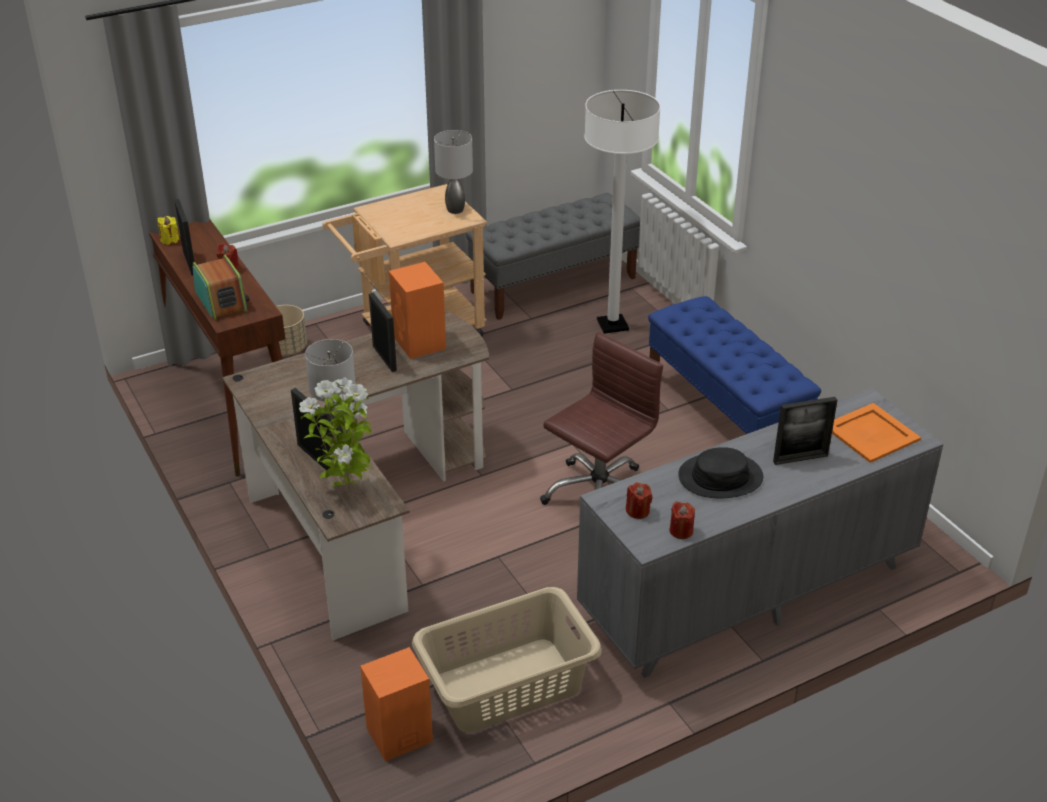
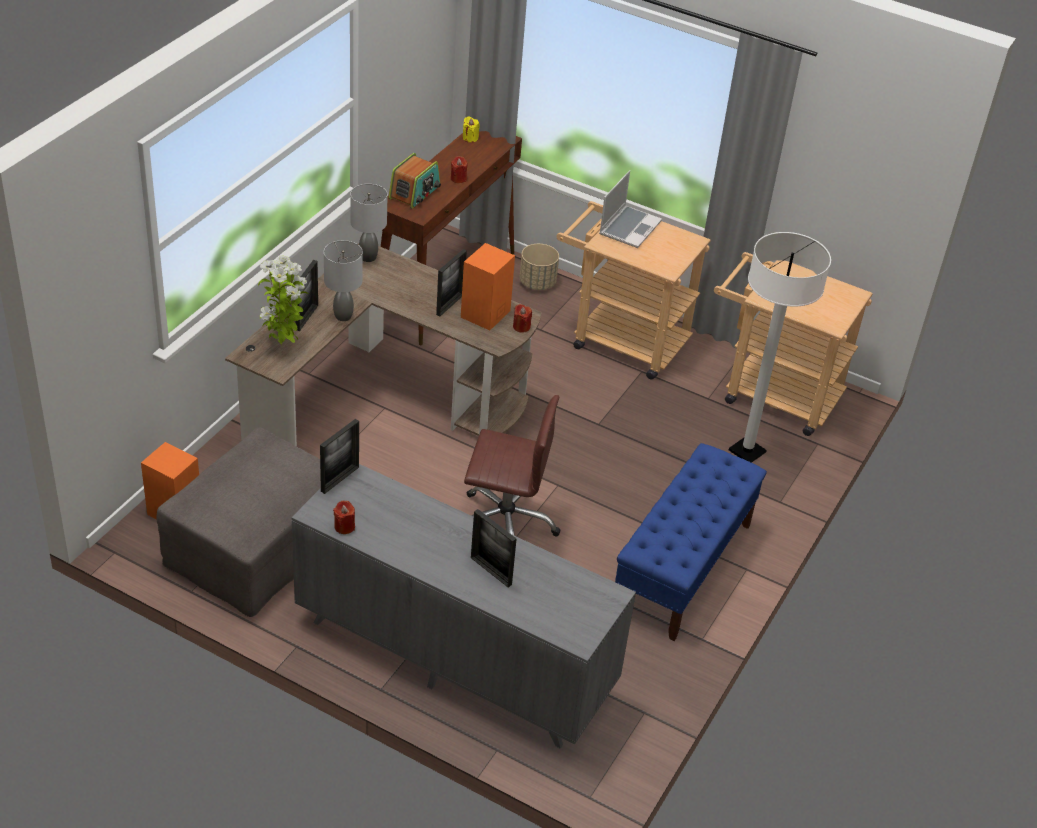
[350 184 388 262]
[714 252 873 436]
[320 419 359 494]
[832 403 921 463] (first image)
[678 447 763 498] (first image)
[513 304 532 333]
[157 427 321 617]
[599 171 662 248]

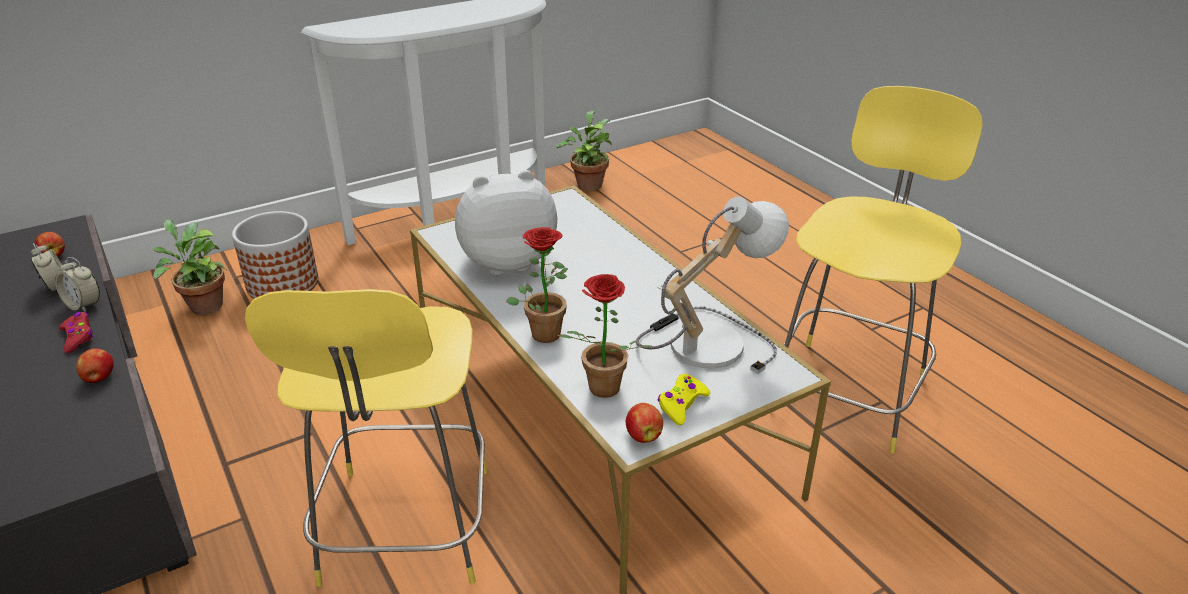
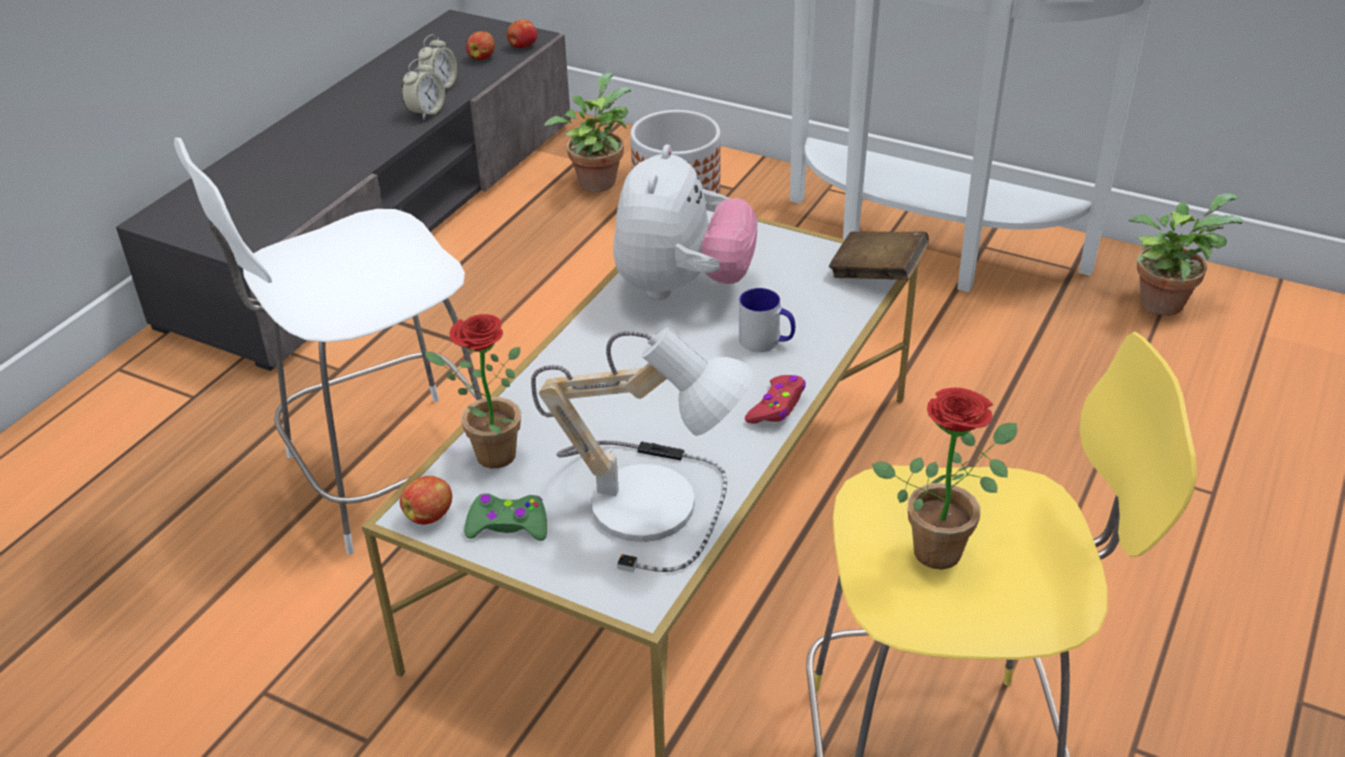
[613 144 758 300]
[872 388 1017 569]
[401 58 445 120]
[174 138 482 555]
[745 375 806 424]
[507 19 538 48]
[464 494 547 541]
[829 231 929 280]
[739 288 795 352]

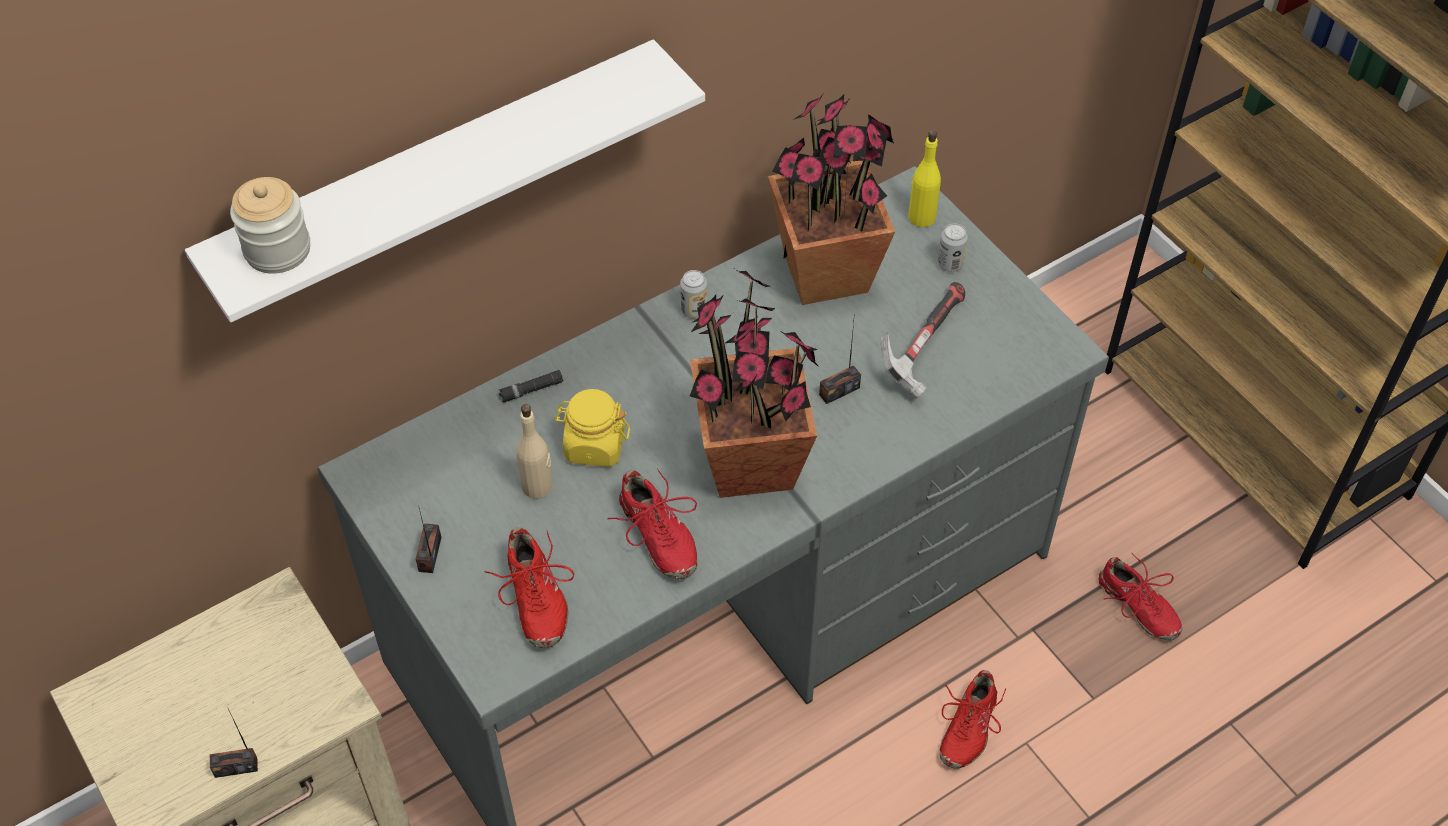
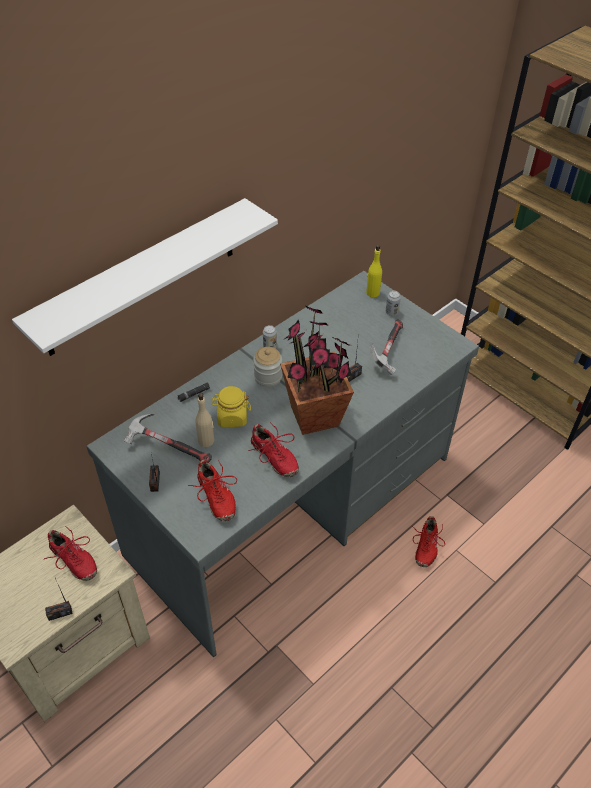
[768 94 895 305] (first image)
[253 347 282 387]
[44 527 97 581]
[124 414 212 462]

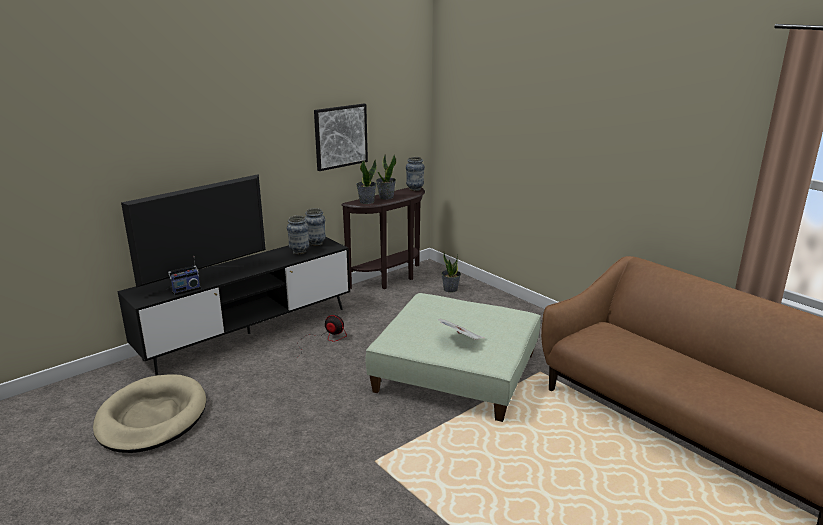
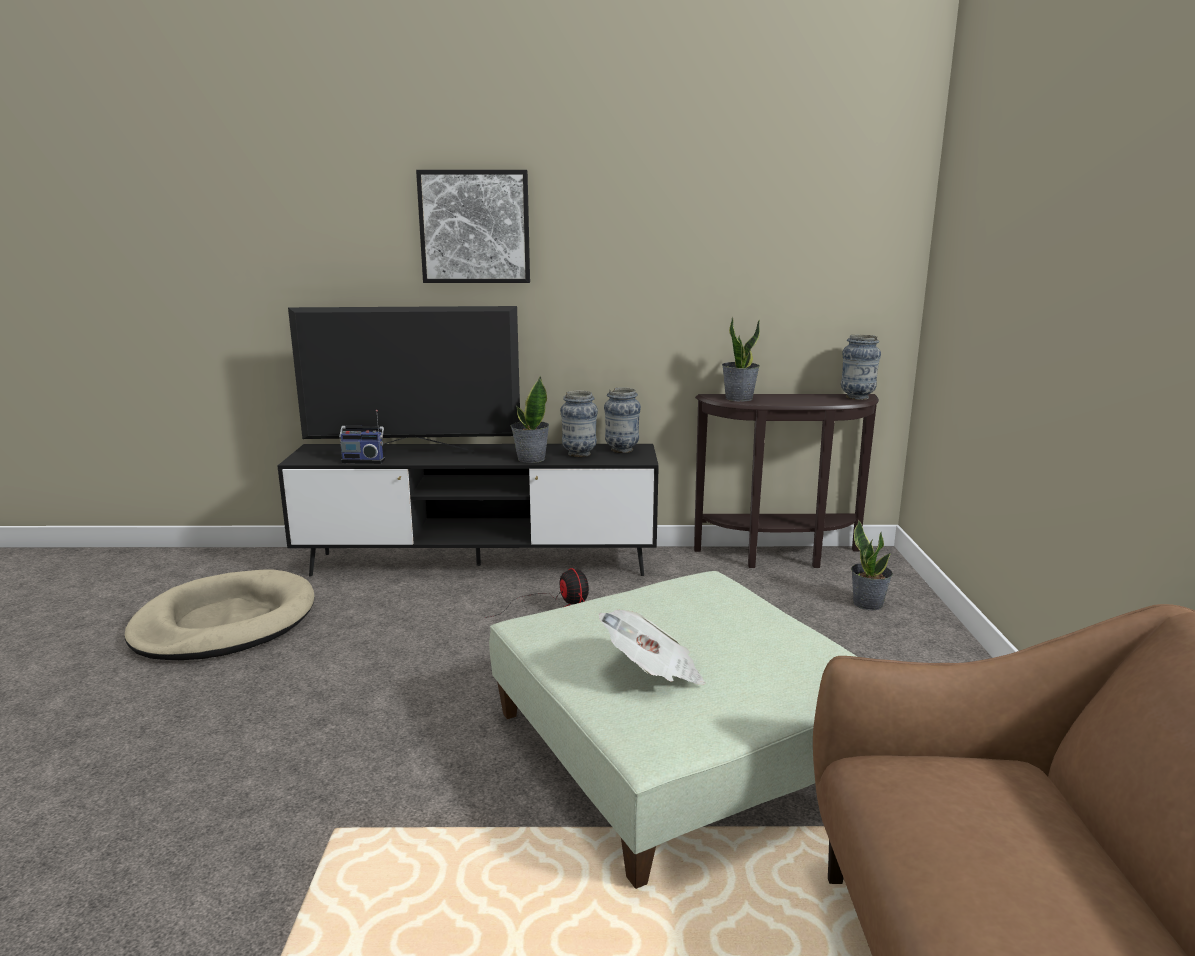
[416 170 530 283]
[511 375 550 463]

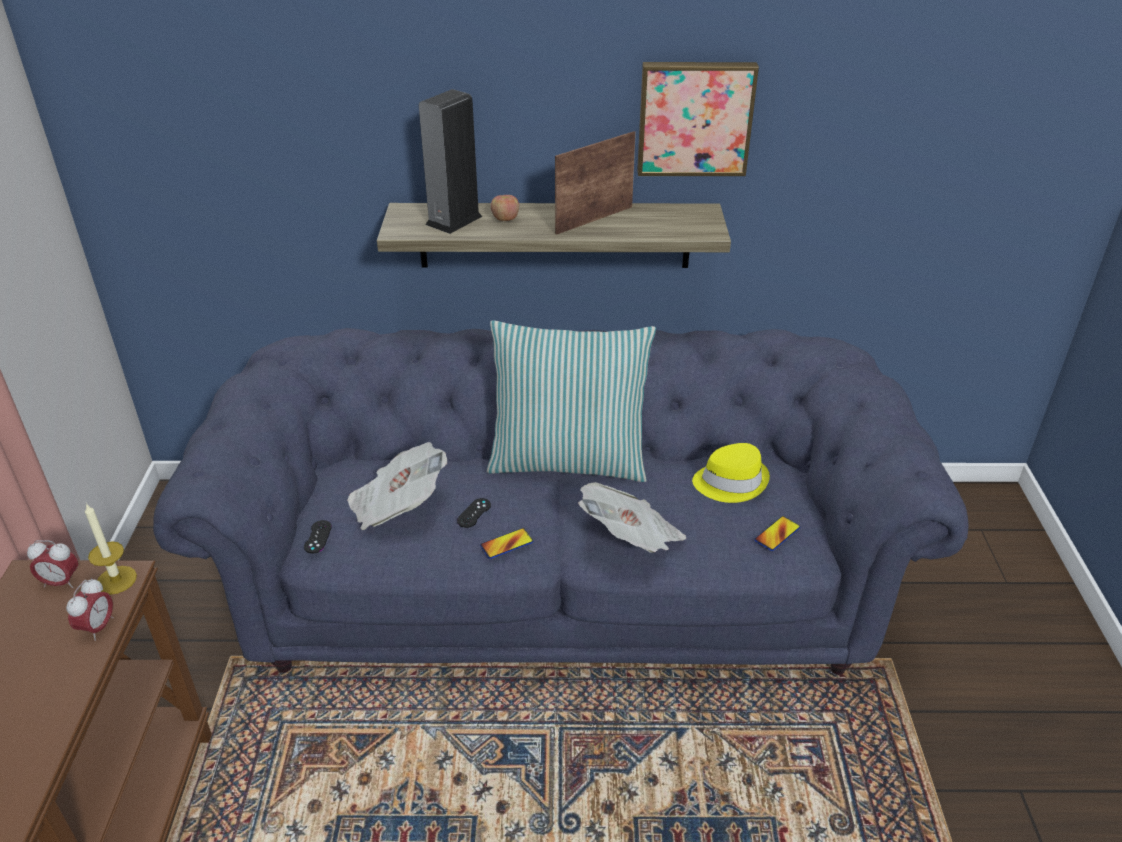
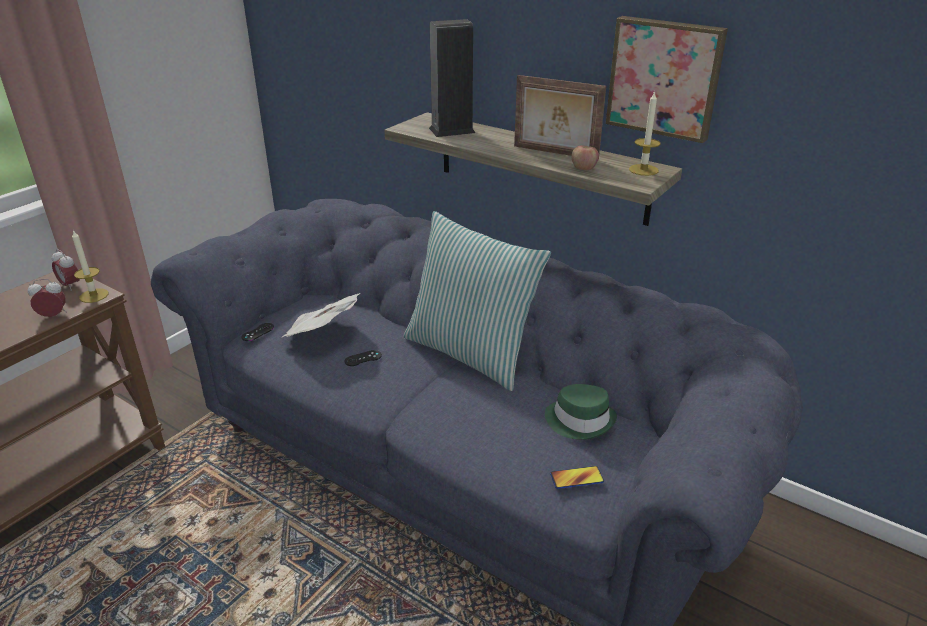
[514 75 606 160]
[571 145 599 170]
[545 384 617 440]
[578 482 686 553] (first image)
[480 528 533 559] (first image)
[28 279 67 317]
[629 91 660 176]

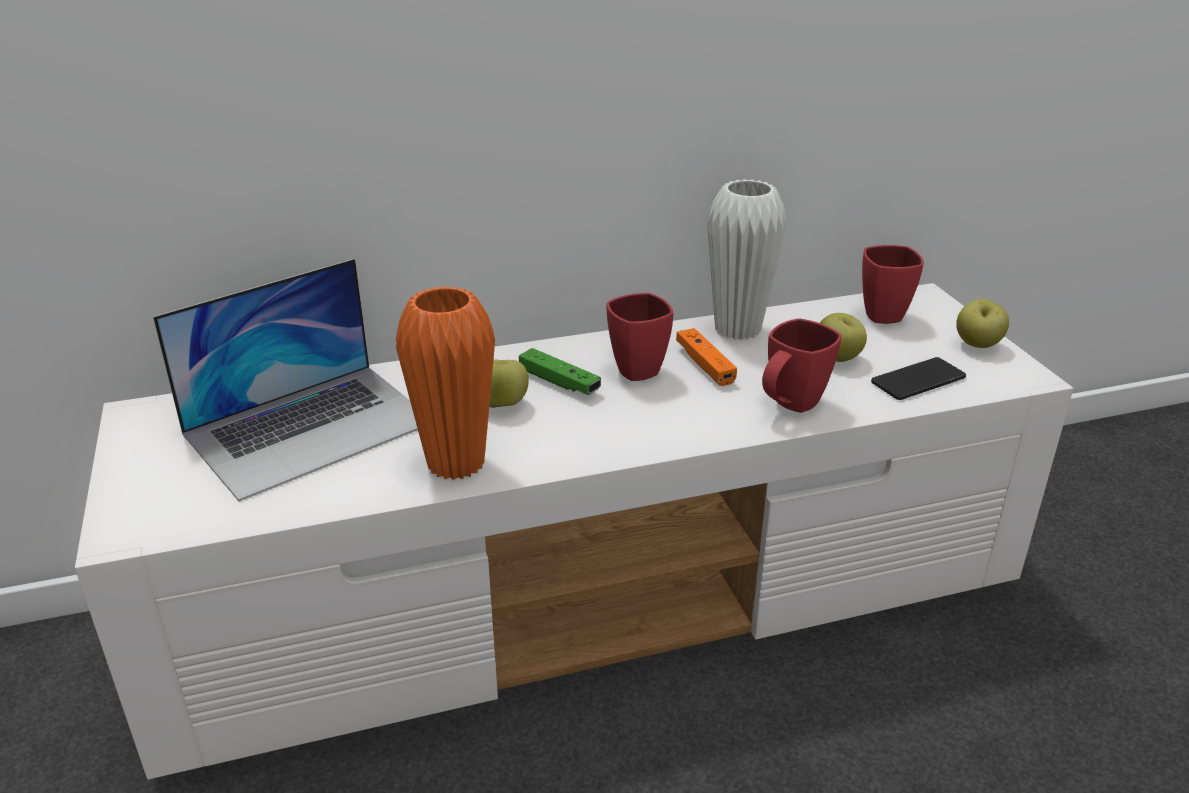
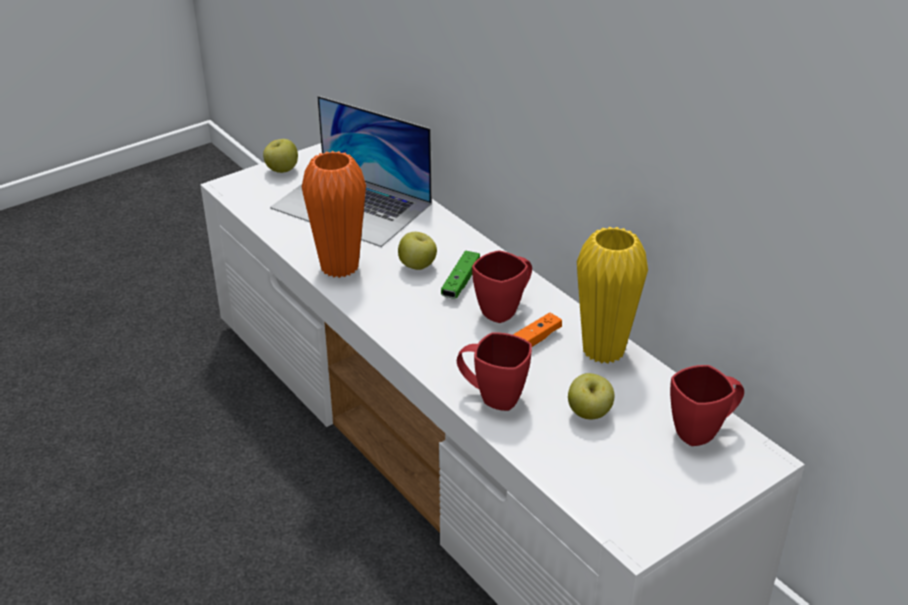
[577 227 648 364]
[263 139 298 173]
[871 357 966 400] (first image)

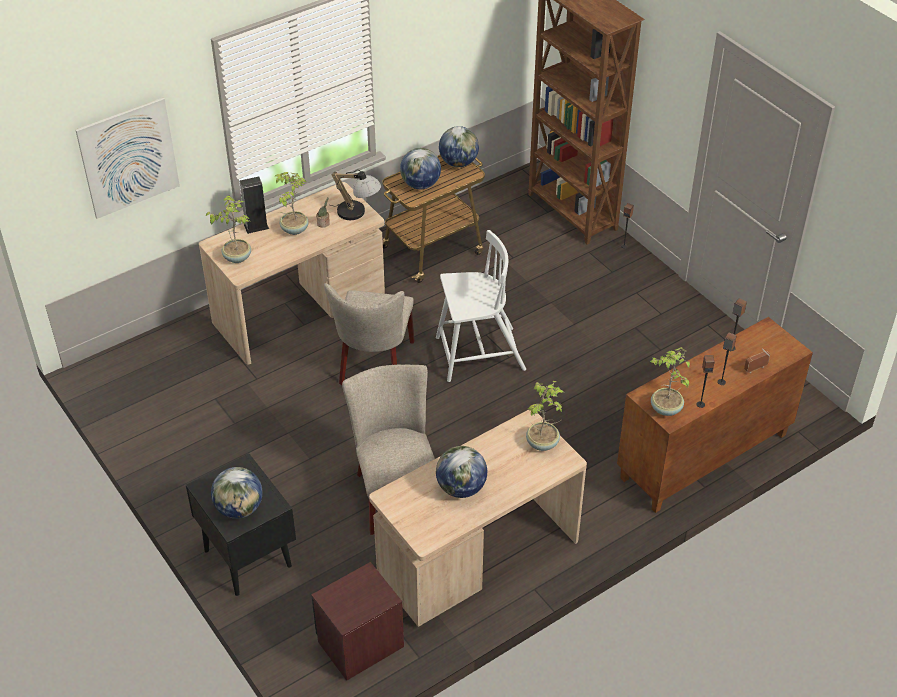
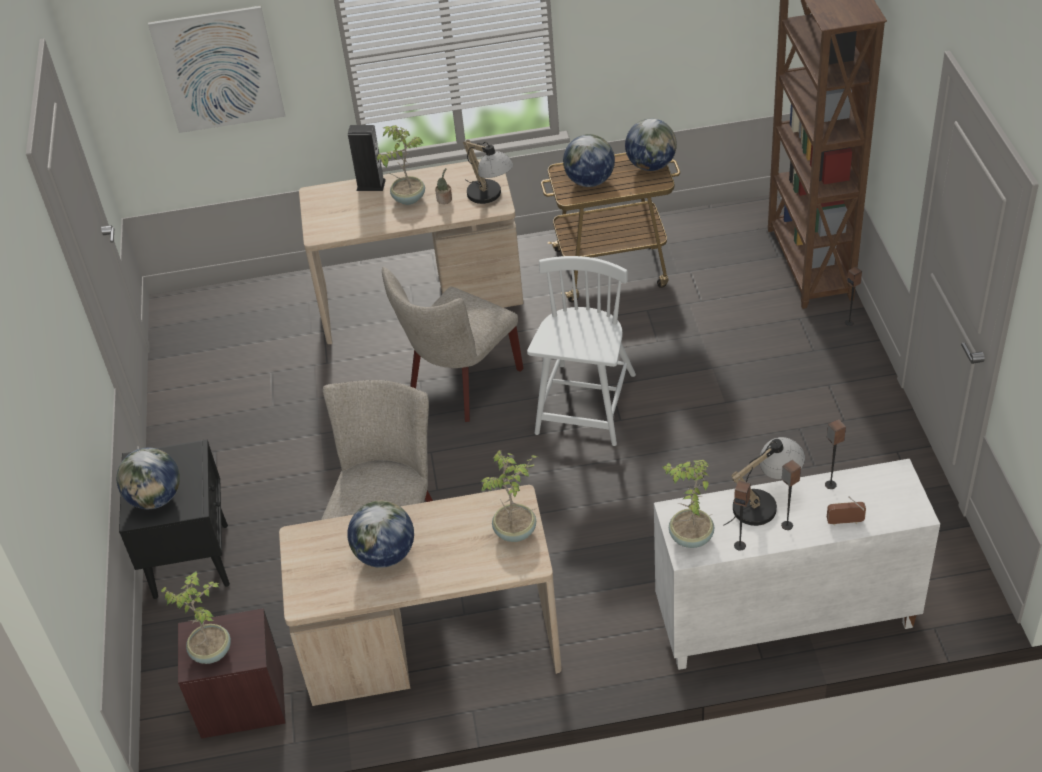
[161 572 231 664]
[527 256 636 446]
[654 458 940 670]
[723 437 805 526]

